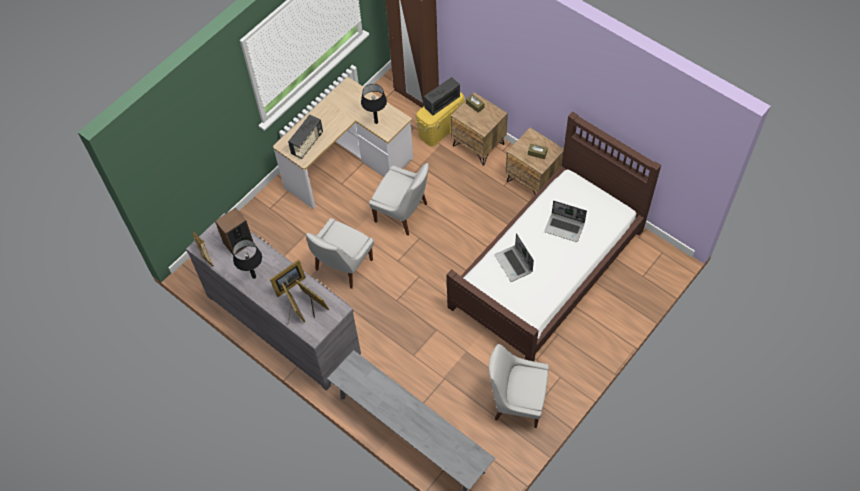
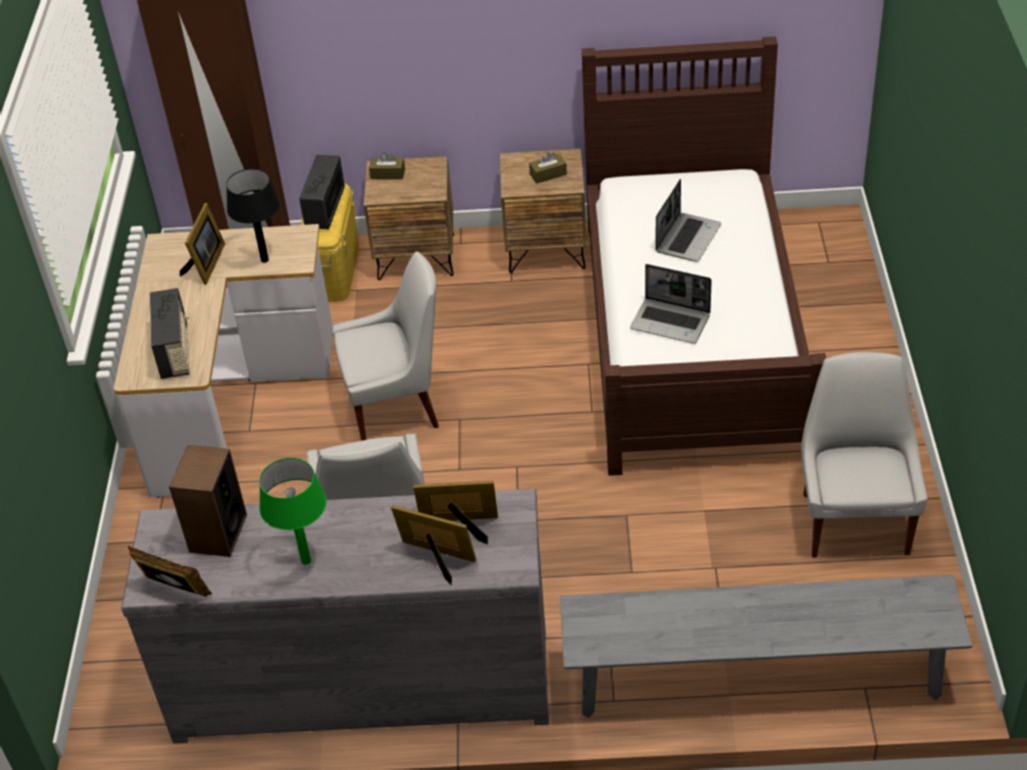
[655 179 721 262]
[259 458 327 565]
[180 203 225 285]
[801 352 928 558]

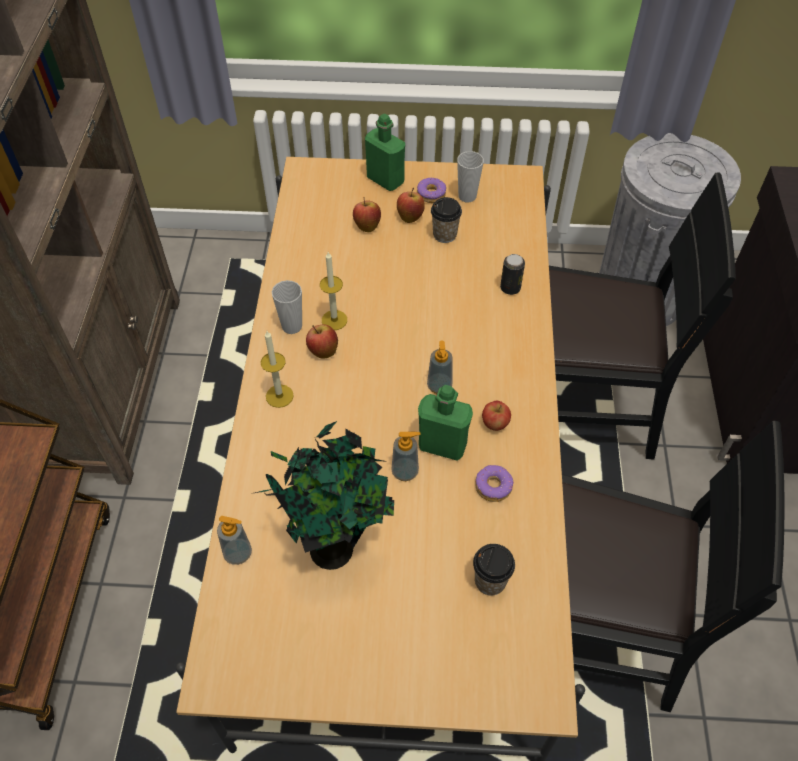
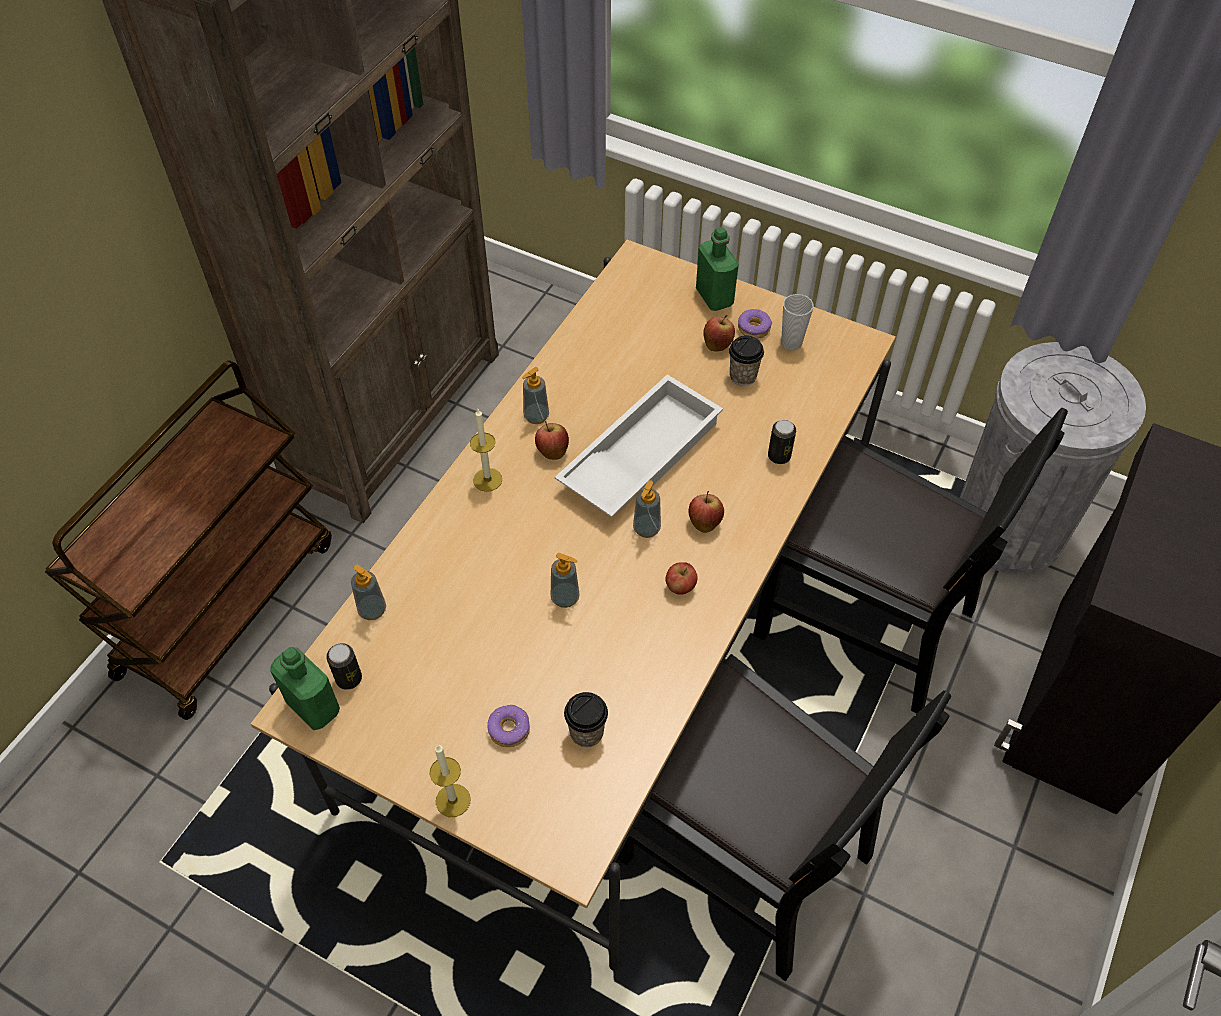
[688 491 724 533]
[429 745 471 817]
[522 367 549 424]
[270 647 340 730]
[251 421 394 570] (first image)
[487 705 530 747]
[555 374 723 517]
[326 643 362 690]

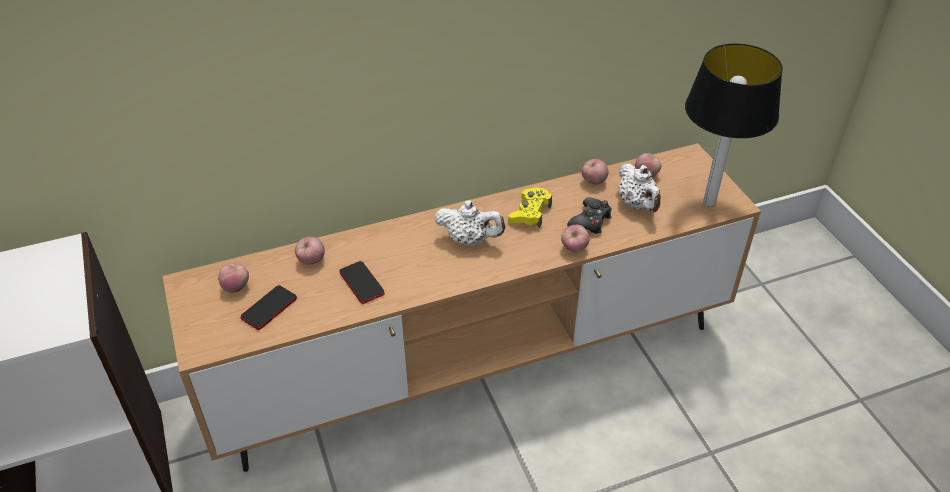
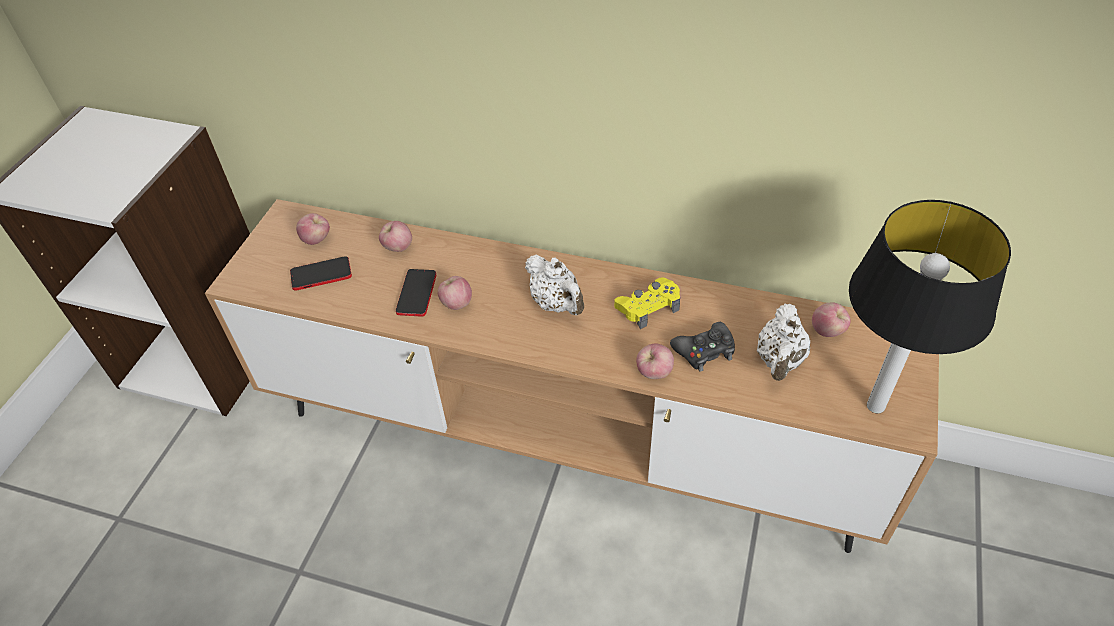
[438 276 472 310]

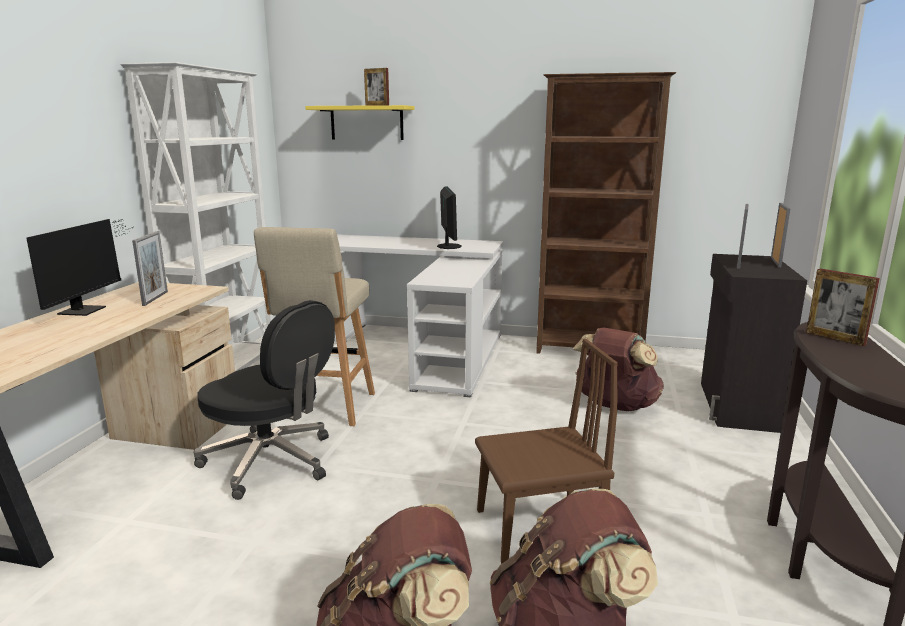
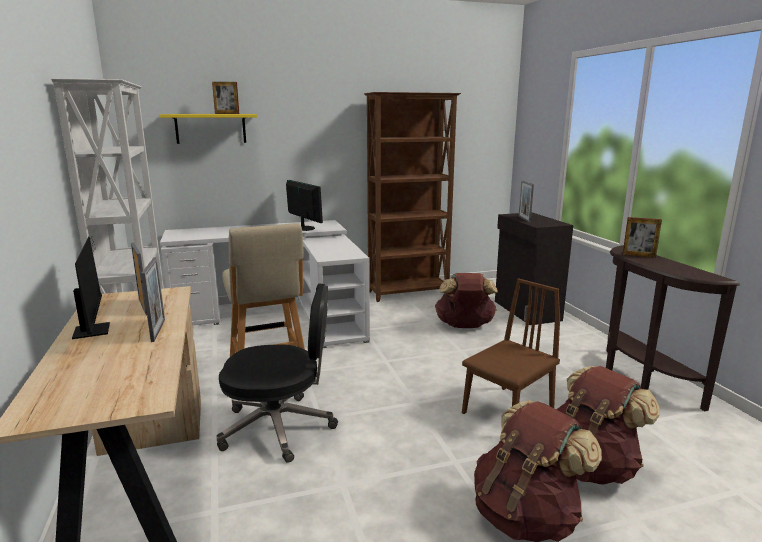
[141 257 165 342]

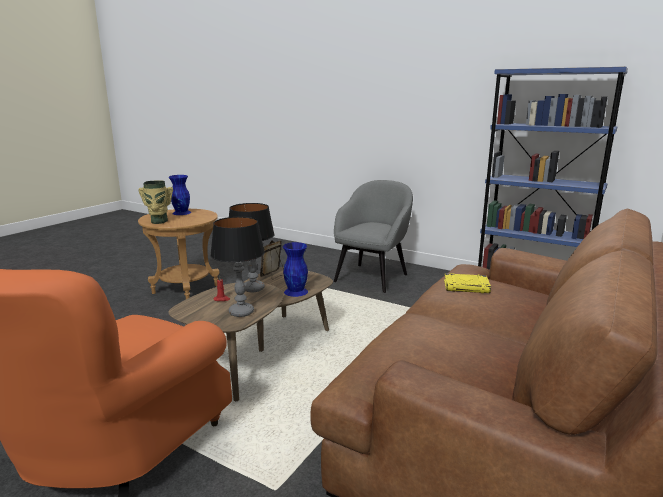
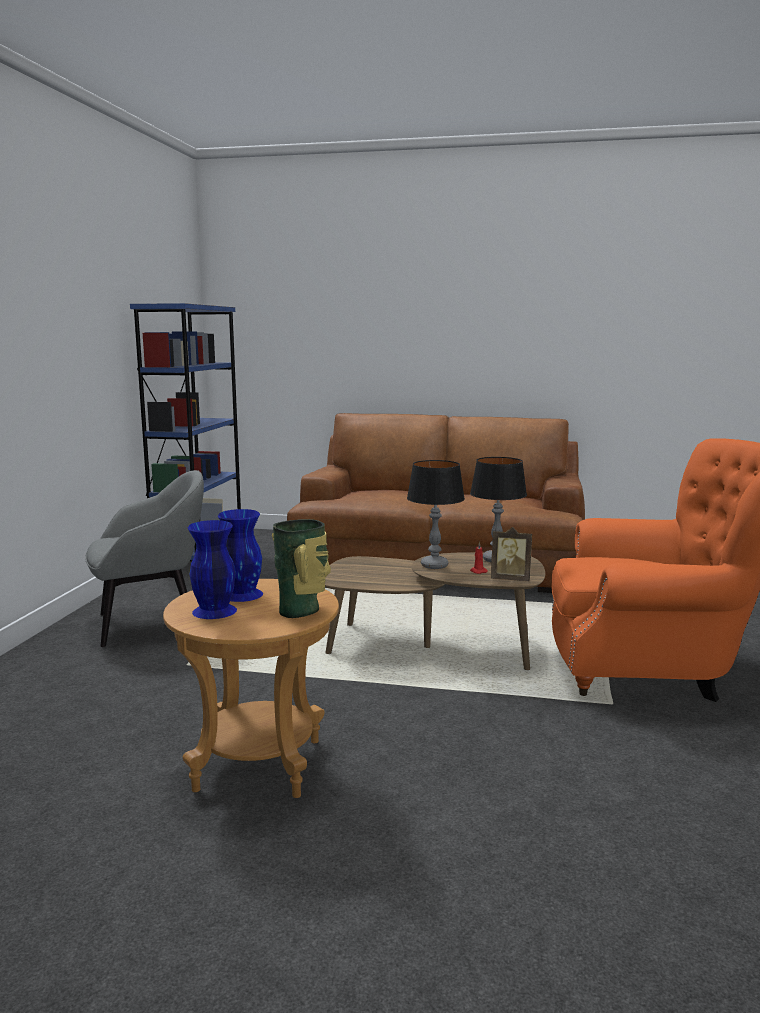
[85 470 204 647]
[491 527 532 582]
[218 509 263 602]
[444 273 491 293] (first image)

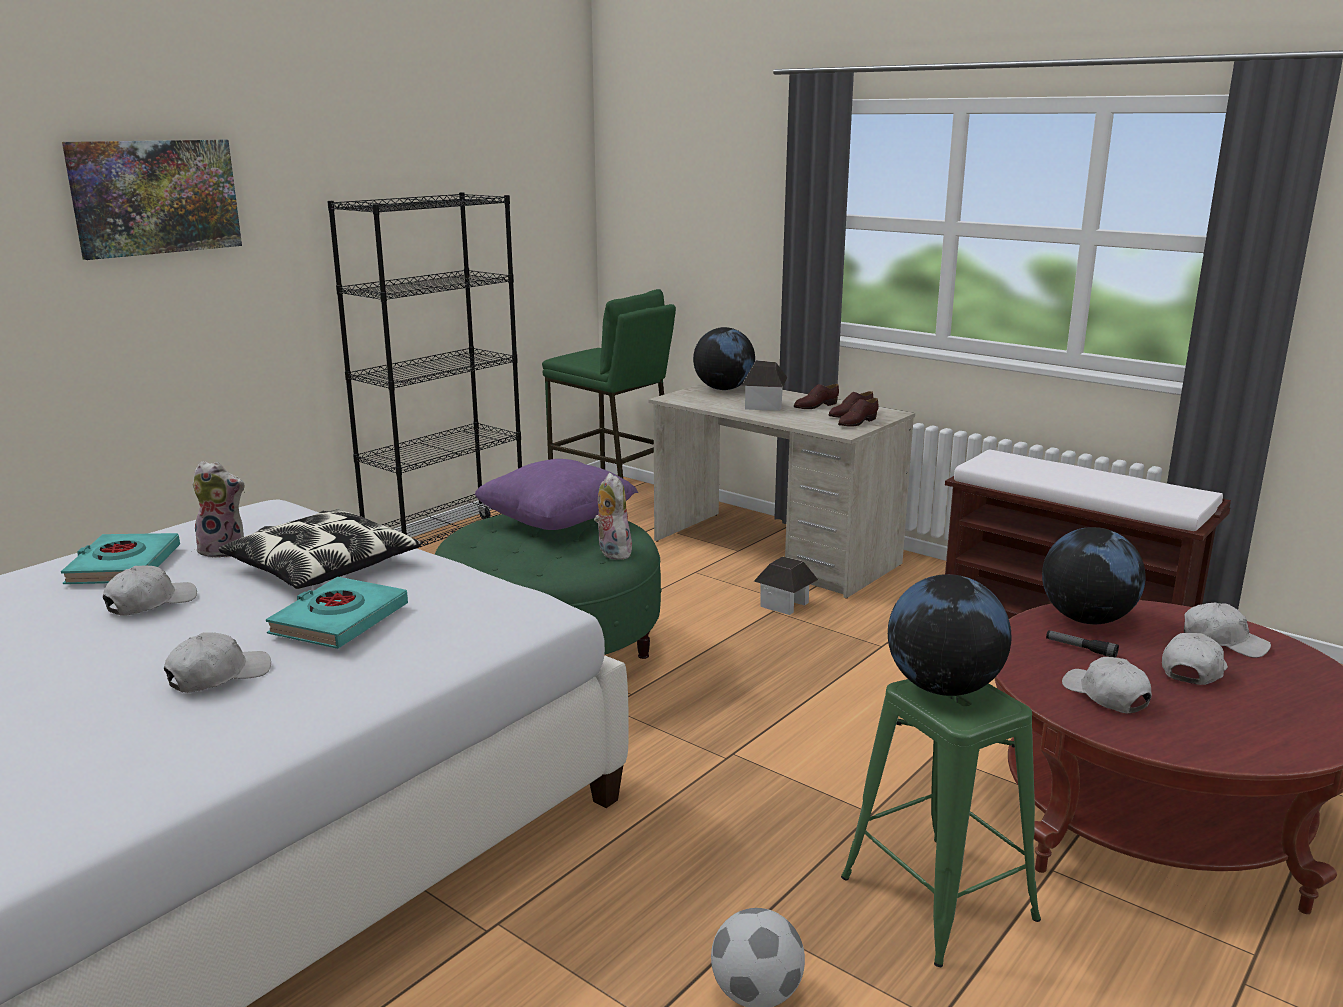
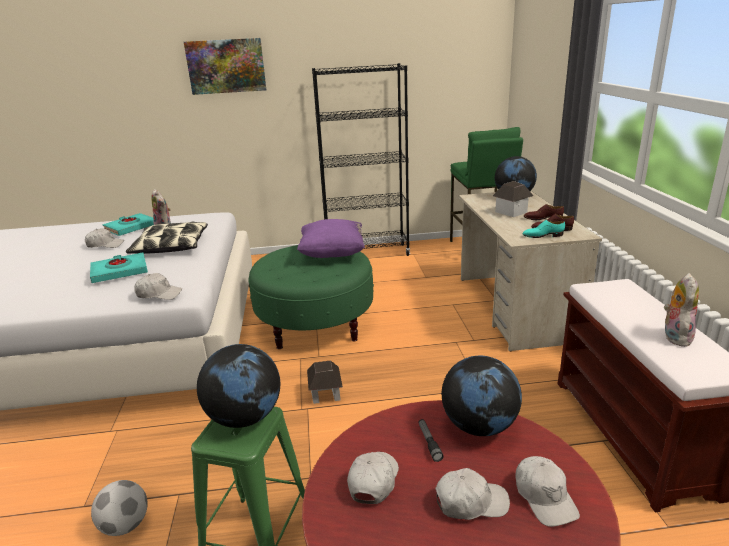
[522 220 565 238]
[664 273 699 347]
[307 360 343 404]
[134 273 183 300]

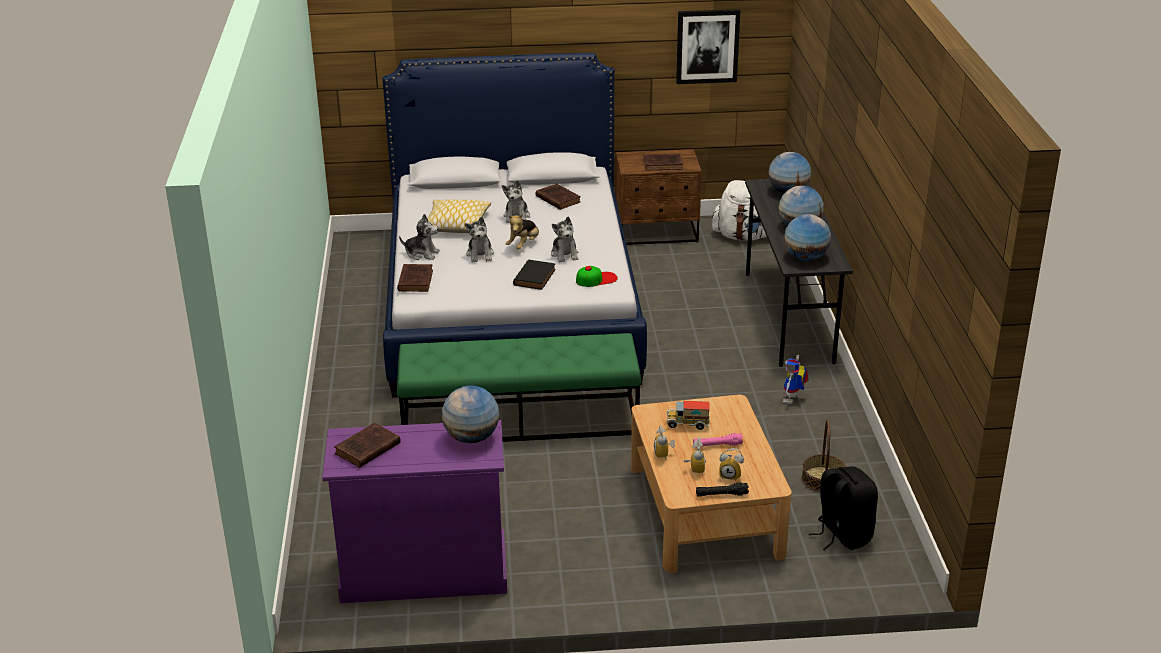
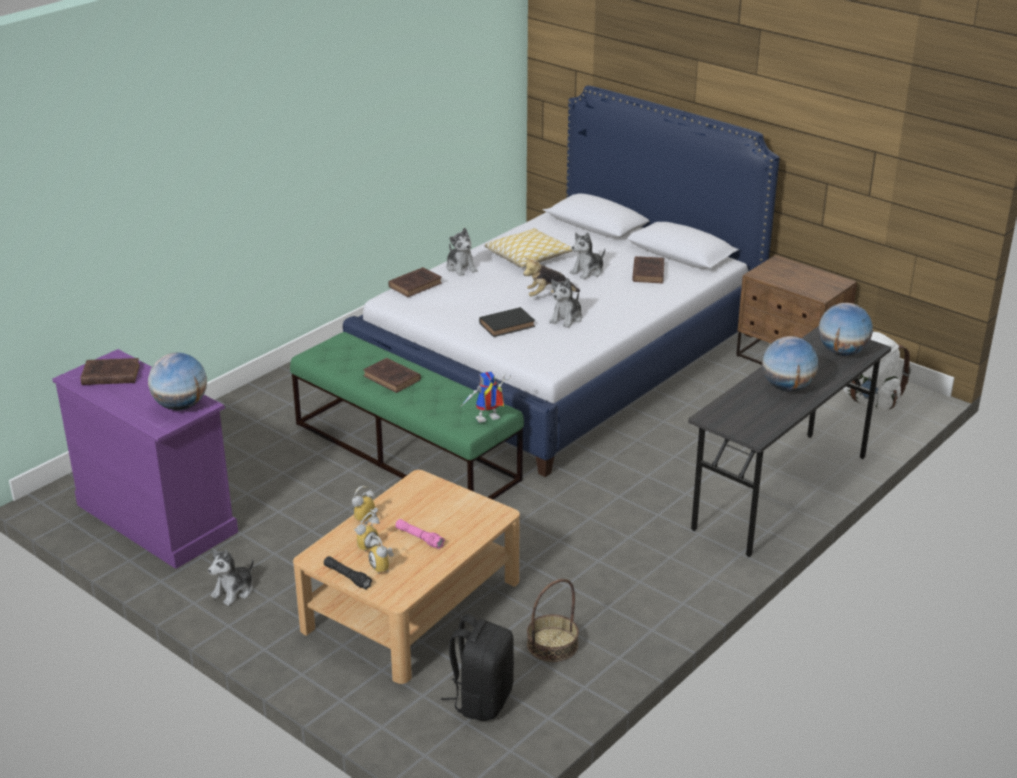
[676 9 740 84] (first image)
[363 358 421 393]
[784 214 831 261] (first image)
[208 548 254 606]
[576 266 618 287] (first image)
[462 372 511 423]
[667 401 710 430] (first image)

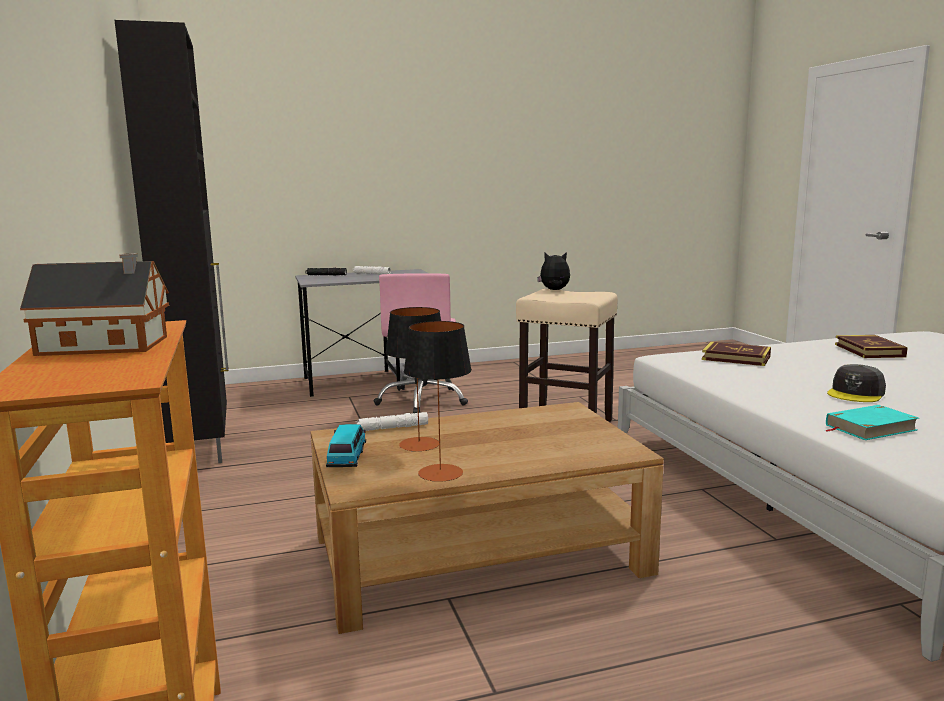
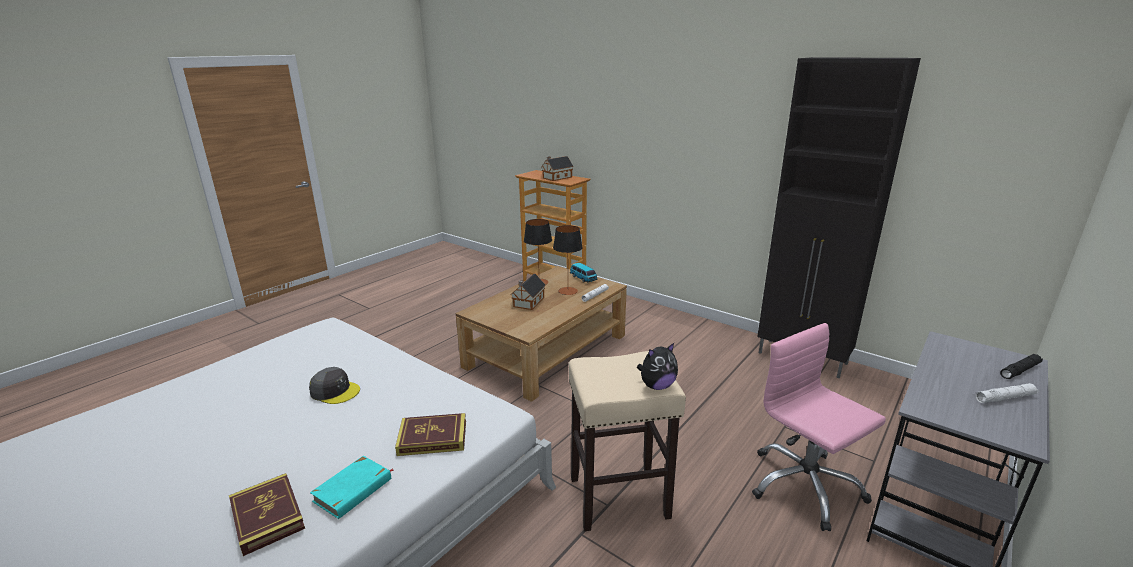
[309 367 360 404]
[310 456 393 519]
[512 274 546 310]

